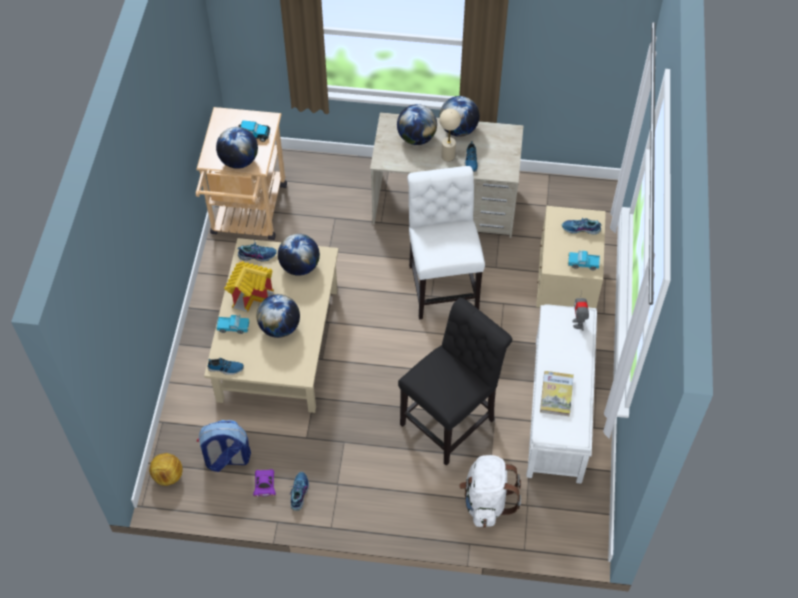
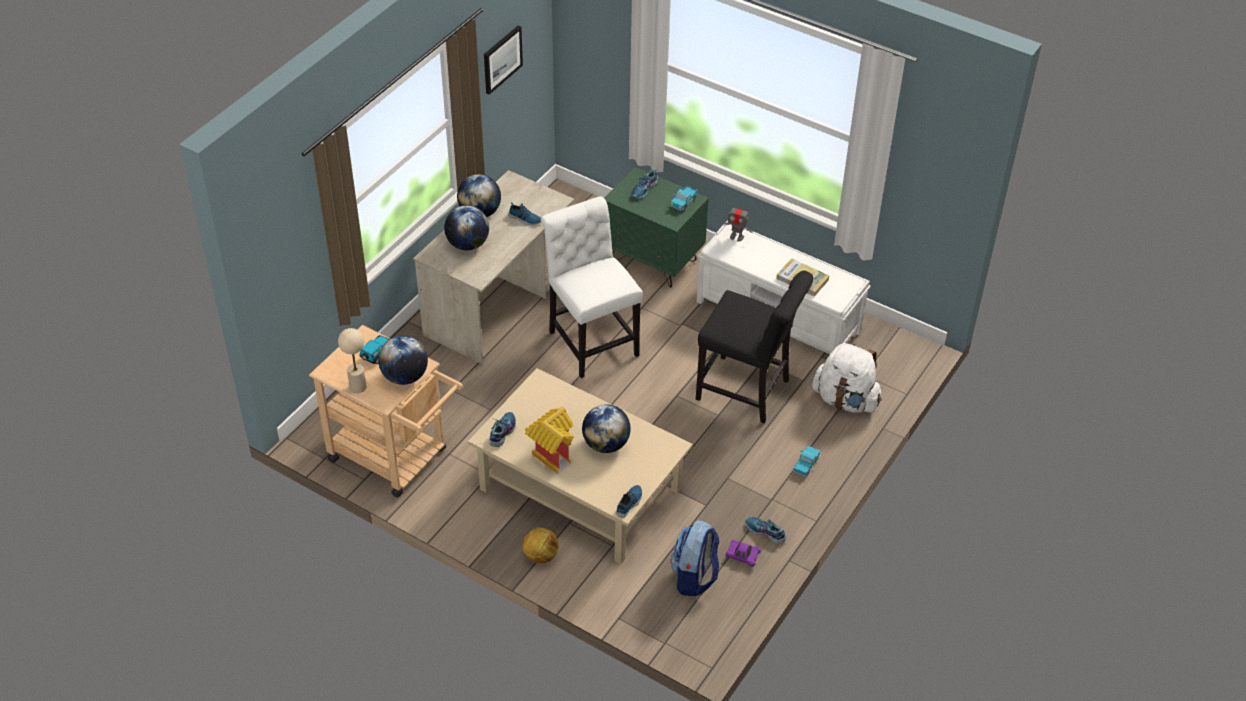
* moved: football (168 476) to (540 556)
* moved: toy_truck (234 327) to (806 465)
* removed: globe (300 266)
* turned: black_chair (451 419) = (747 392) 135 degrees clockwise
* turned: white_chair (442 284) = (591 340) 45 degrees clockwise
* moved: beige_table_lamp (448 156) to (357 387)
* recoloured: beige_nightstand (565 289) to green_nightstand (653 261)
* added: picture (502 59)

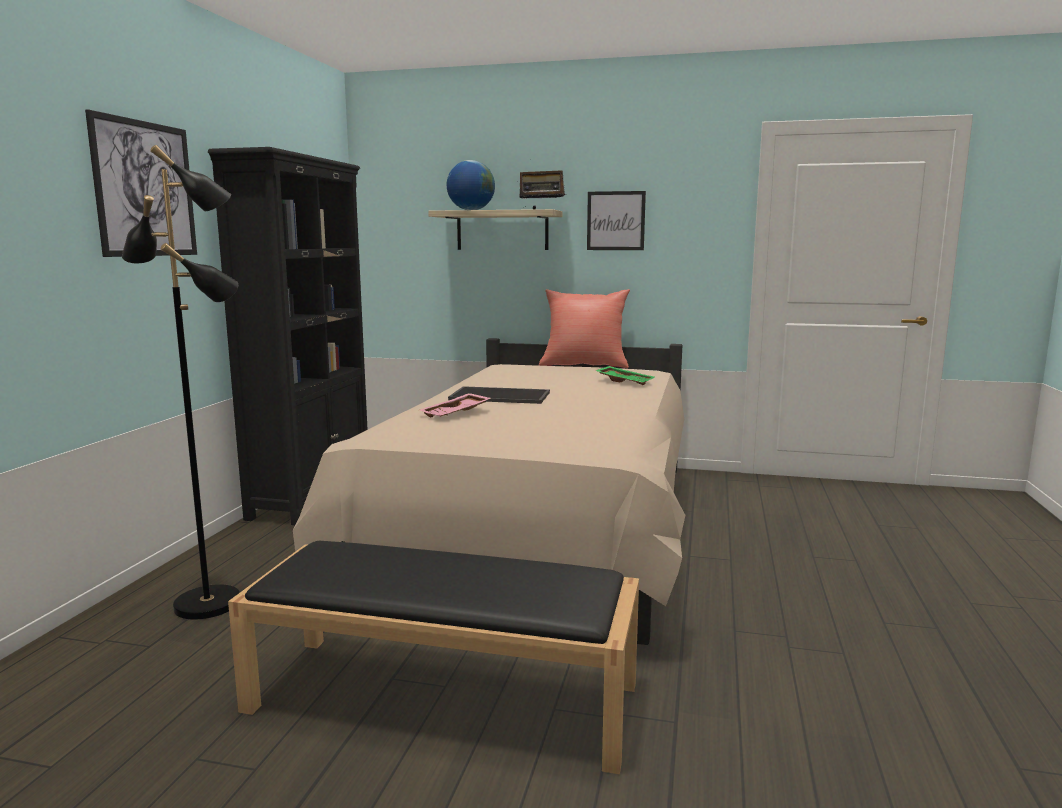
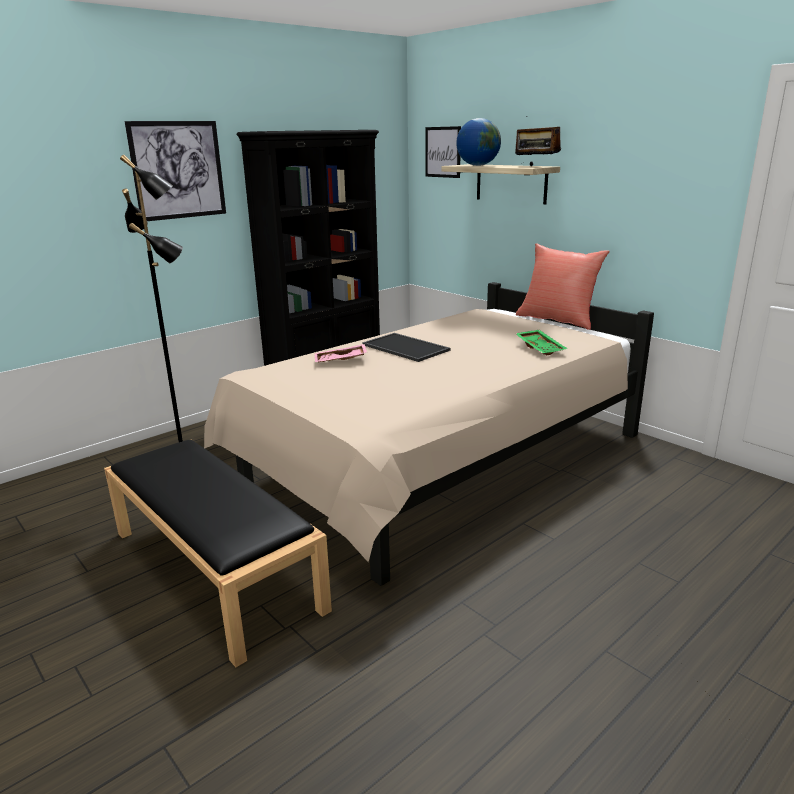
* moved: picture (615 221) to (443 152)

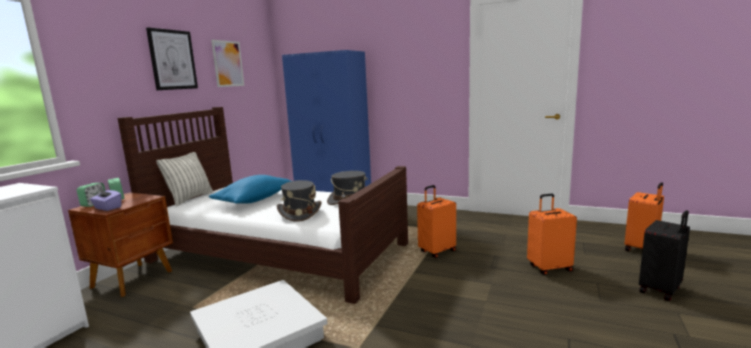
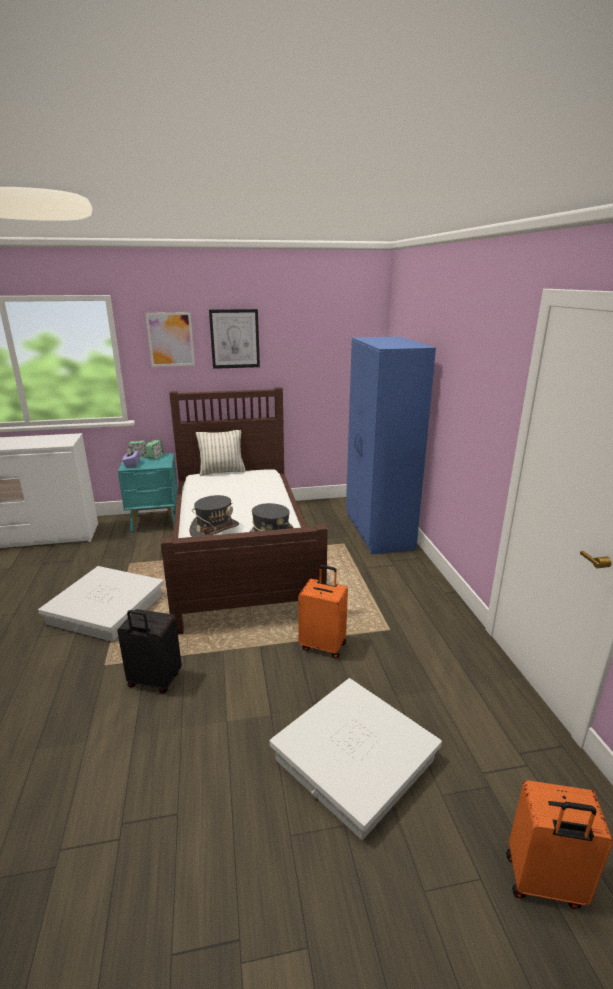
* recoloured: brown_nightstand (134 279) to turquoise_nightstand (156 521)
* removed: blue_pillow (254 200)
* moved: picture (228 63) to (170 339)
* replaced: orange_suitcase (549 268) to white_storage_box (355 760)
* moved: black_suitcase (661 290) to (154 681)

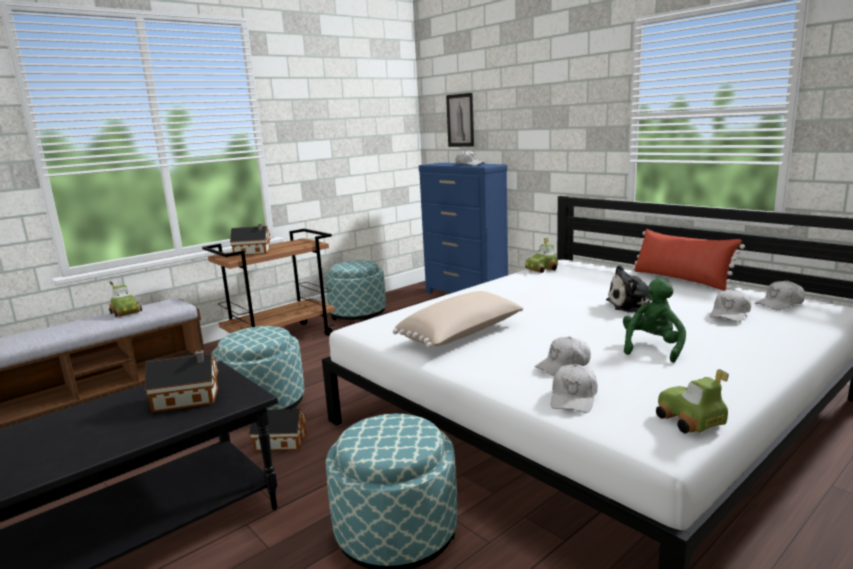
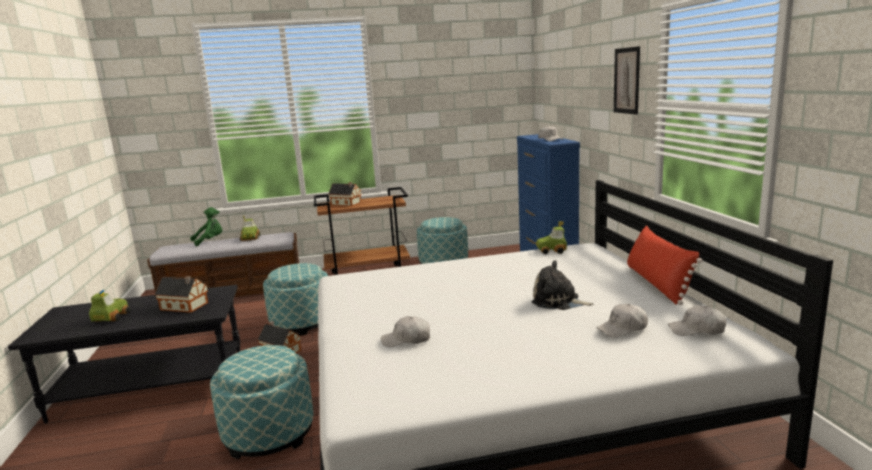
* removed: beige_pillow (462 335)
* moved: picture (460 120) to (627 80)
* removed: white_cap (573 398)
* moved: green_plush_toy (652 348) to (210 241)
* moved: toy_car (689 421) to (110 317)

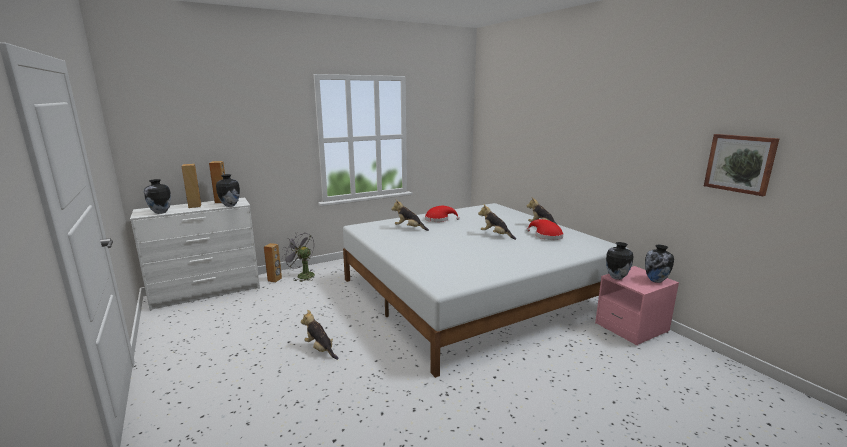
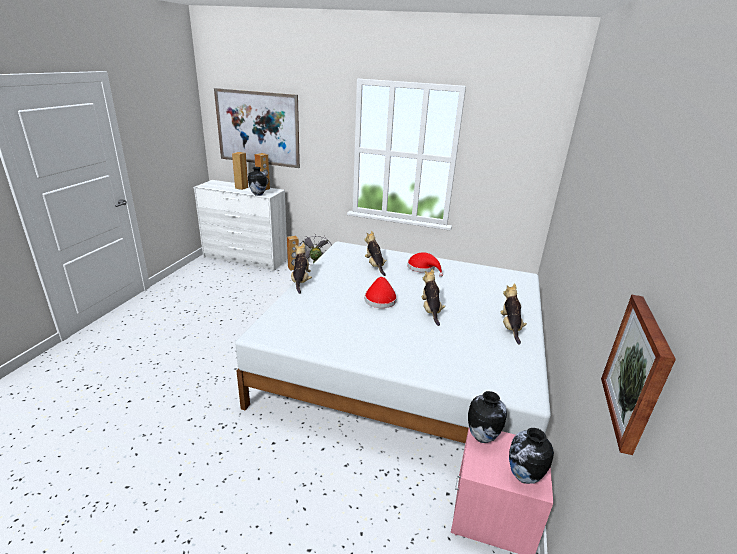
* removed: vase (160 212)
* moved: plush_toy (320 349) to (301 281)
* moved: red_hat (546 236) to (380 299)
* added: picture (257 128)

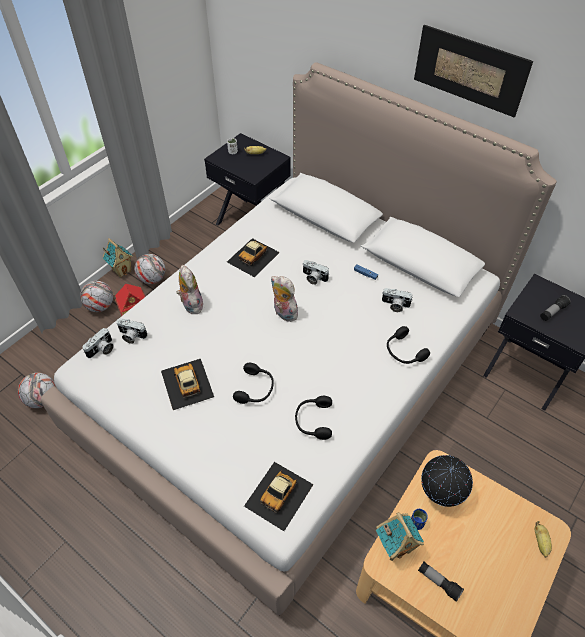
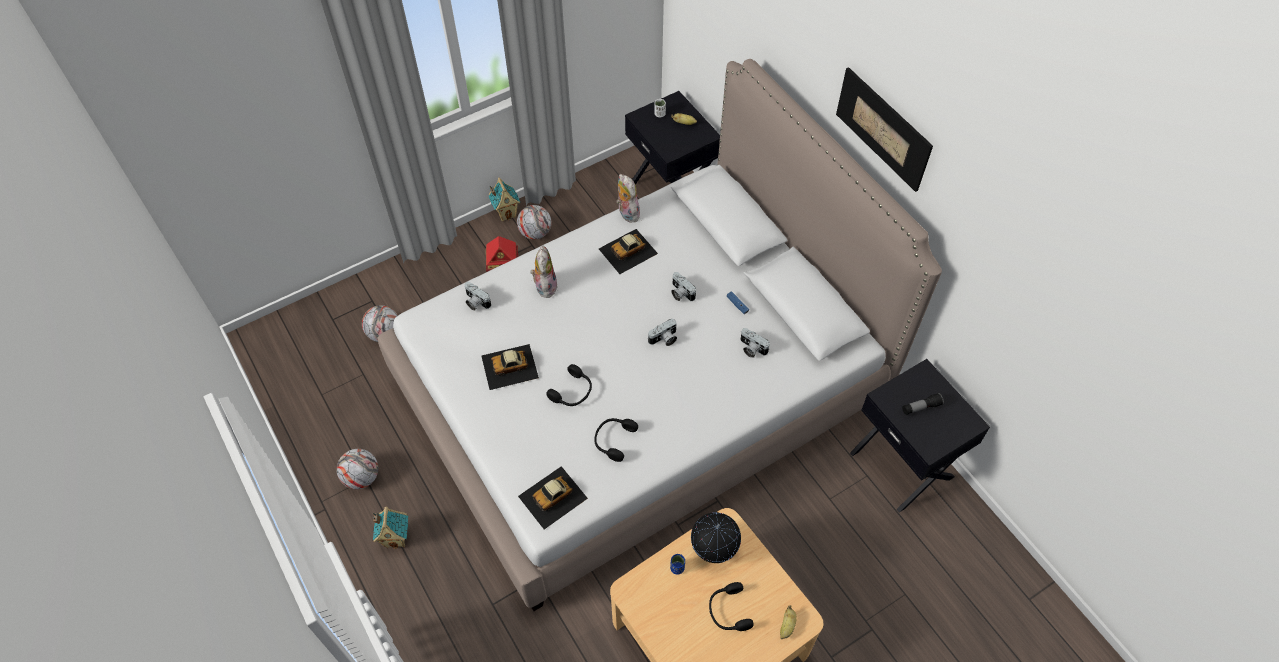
* moved: football (100 306) to (362 477)
* moved: photo_camera (102 350) to (664 339)
* turned: toy_car (187 384) = (510 366) 105 degrees counterclockwise
* moved: plush_toy (283 313) to (627 213)
* moved: toy_house (395 546) to (396 538)
* moved: black_headphones (403 352) to (728 611)
* removed: flashlight (438 582)

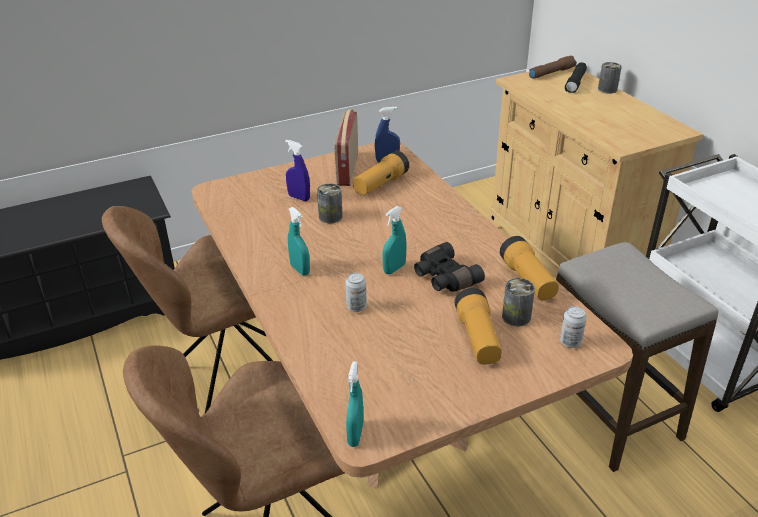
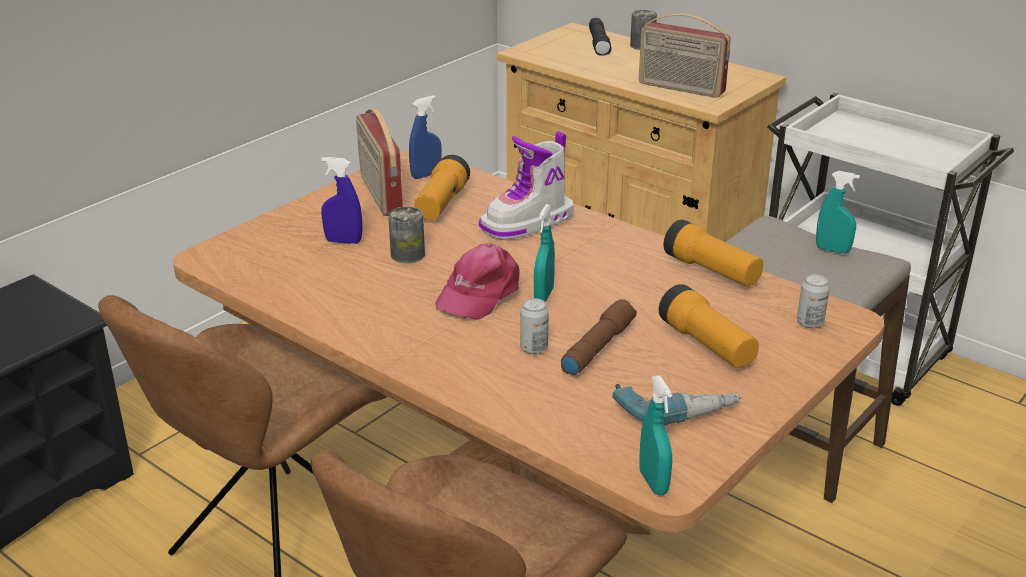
* moved: turquoise_spray_bottle (300 270) to (832 250)
* removed: black_binoculars (444 278)
* removed: can (516 317)
* moved: brown_flashlight (551 73) to (597 347)
* added: pink_cap (479 293)
* added: boot (528 223)
* added: power_drill (675 407)
* added: radio (680 89)

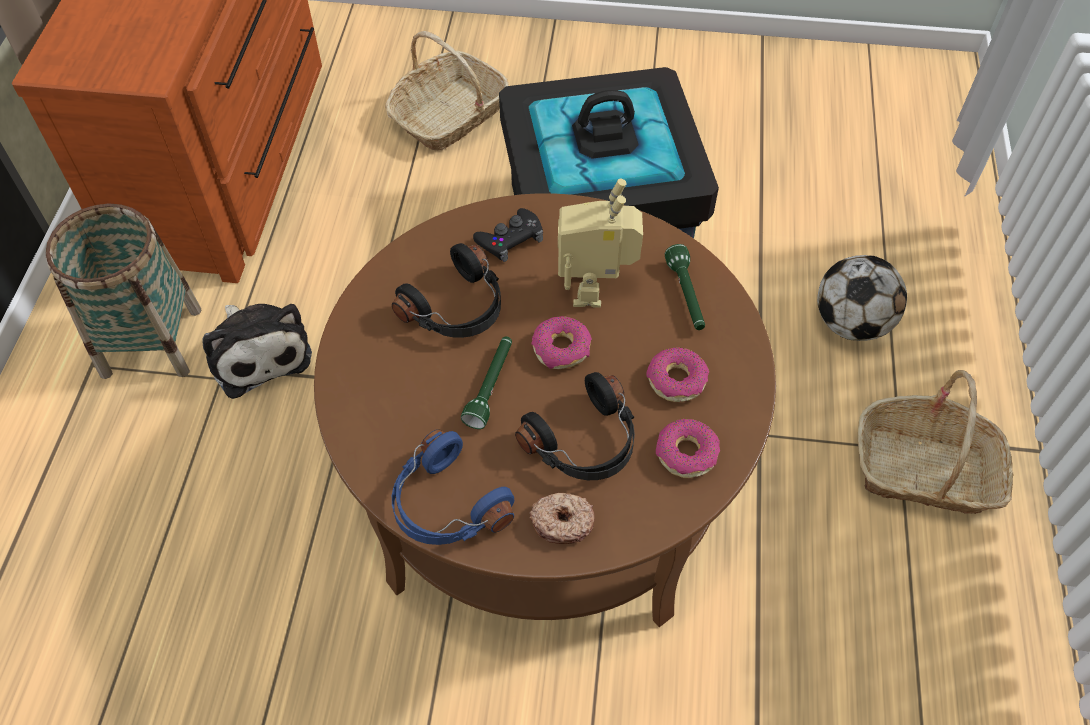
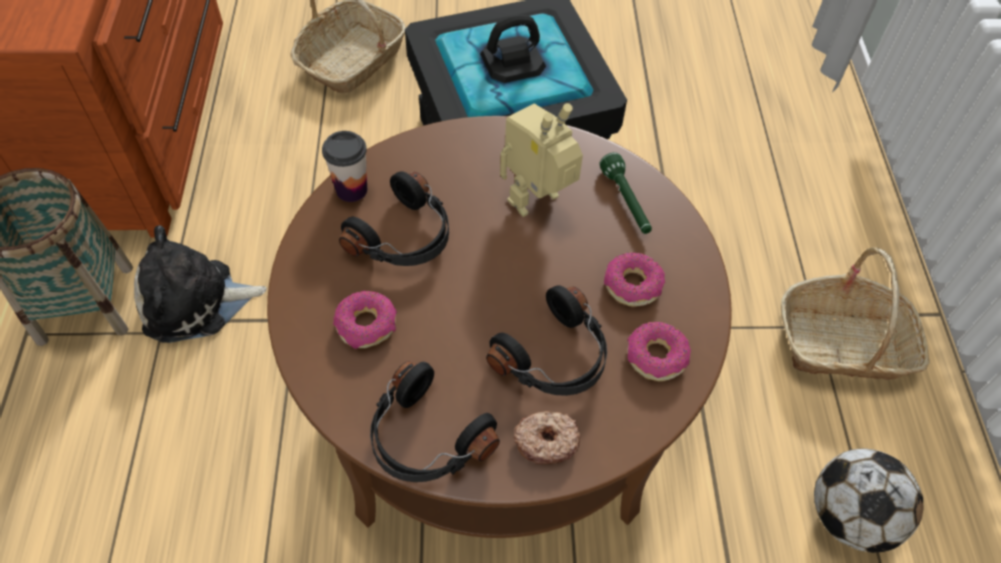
* turned: plush_toy (258 351) = (196 302) 120 degrees clockwise
* recoloured: blue_headphones (446 506) to black_headphones (425 439)
* removed: green_flashlight (491 386)
* removed: black_game_controller (510 239)
* moved: donut (562 349) to (367 325)
* turned: toy_robot (596 289) = (538 204) 60 degrees clockwise
* moved: football (851 323) to (849 516)
* added: cup (351 190)

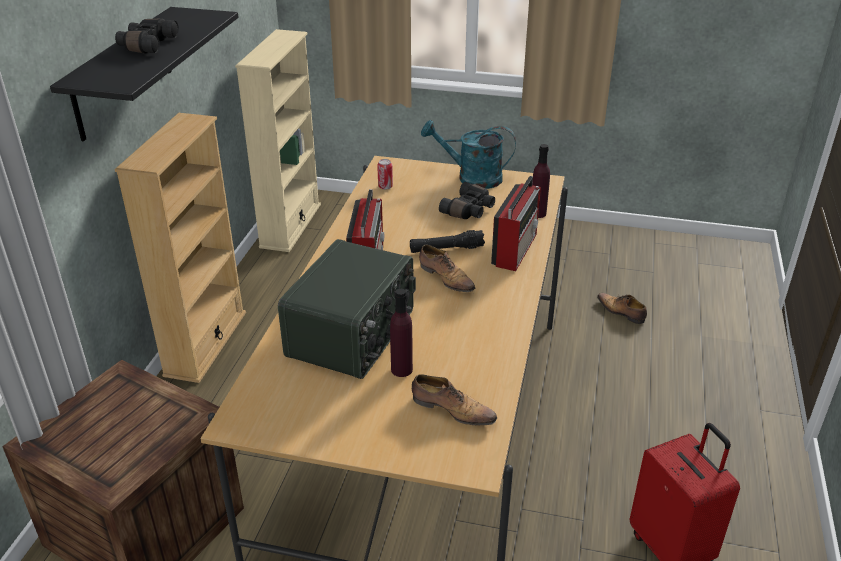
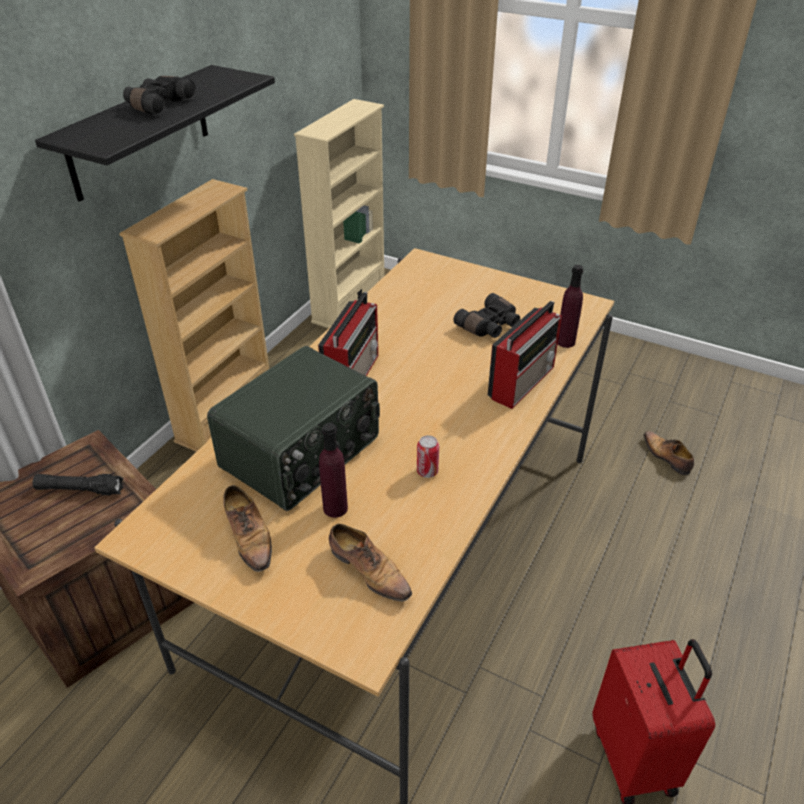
* moved: can (385 187) to (427 471)
* moved: black_flashlight (446 249) to (80 490)
* moved: shoe (446 278) to (249 536)
* removed: turquoise_watering_can (471 178)

